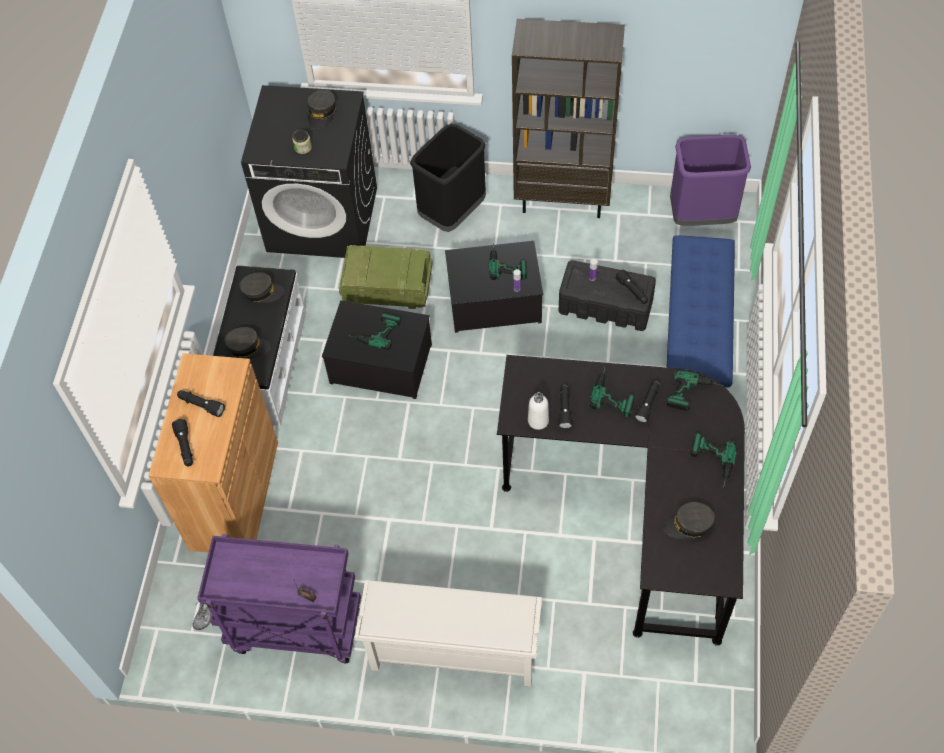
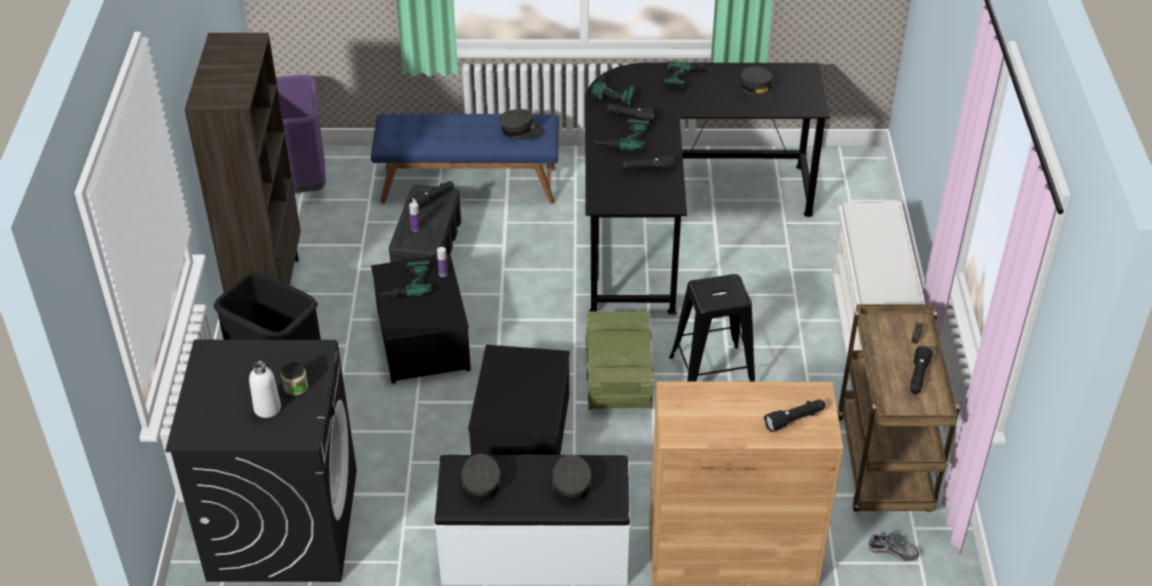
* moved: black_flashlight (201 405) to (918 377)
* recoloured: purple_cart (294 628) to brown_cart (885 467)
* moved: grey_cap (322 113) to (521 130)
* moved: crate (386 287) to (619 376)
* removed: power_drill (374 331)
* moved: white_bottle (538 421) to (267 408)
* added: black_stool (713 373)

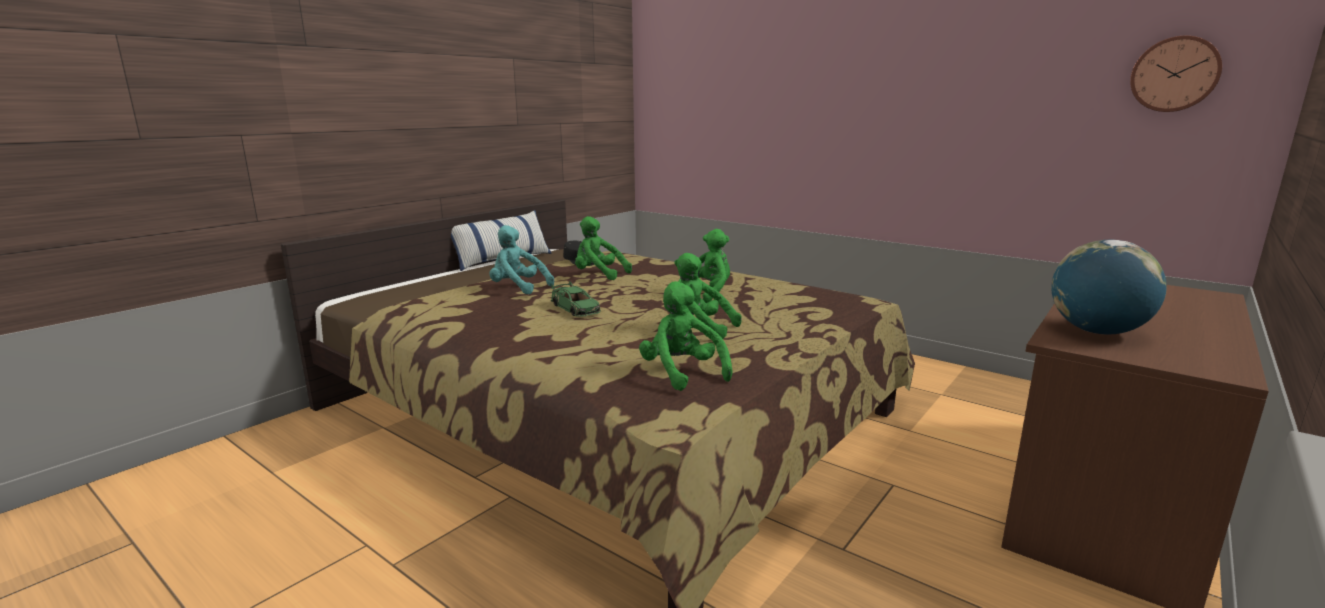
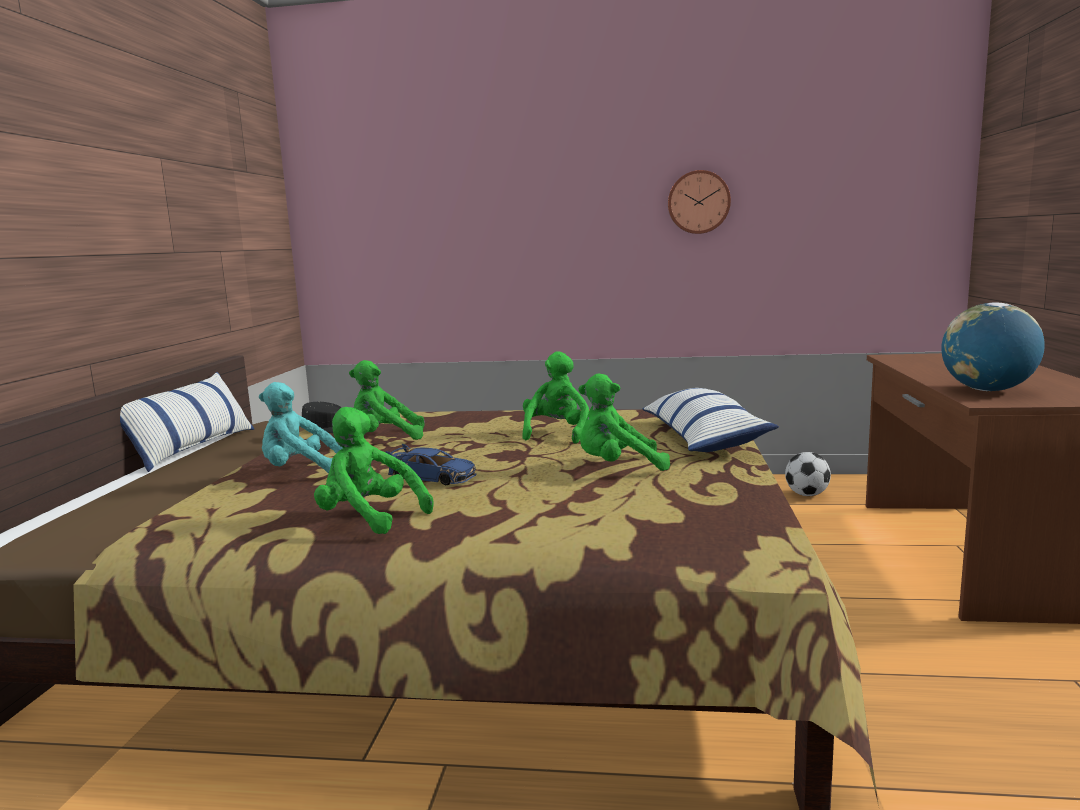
* recoloured: green_toy_car (575 309) to blue_toy_car (432 477)
* moved: green_plush_toy (682 373) to (369 518)
* moved: wall_clock (1174 74) to (698 202)
* added: pillow (702 437)
* added: football (806 494)

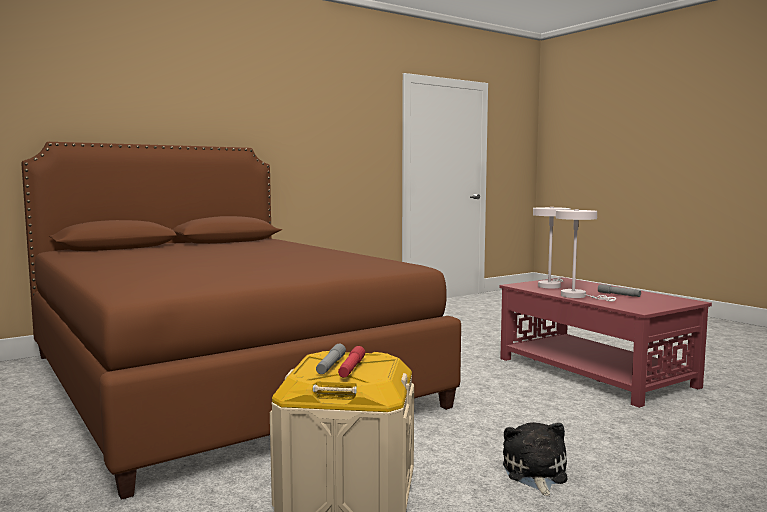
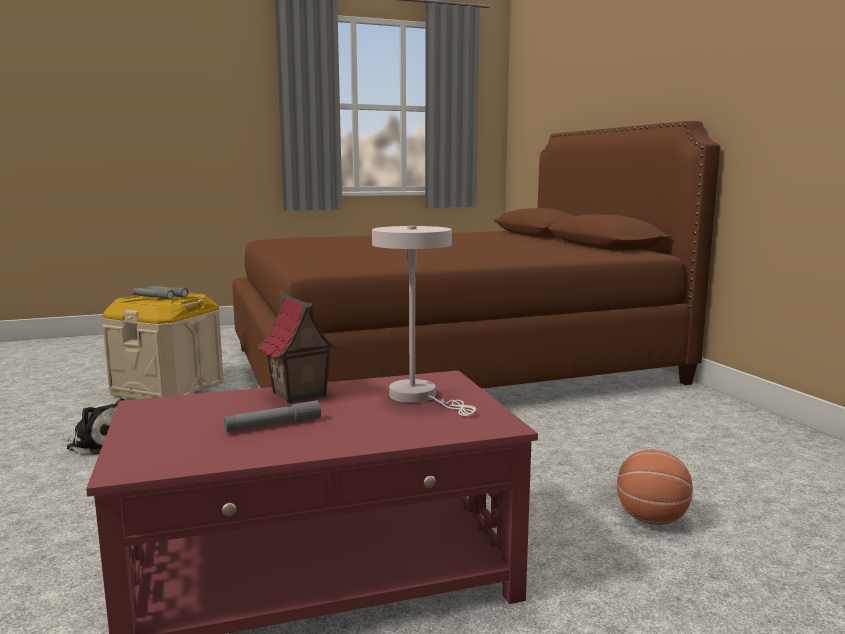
* recoloured: red_flashlight (351 368) to grey_flashlight (153 297)
* replaced: white_table_lamp (578 296) to toy_house (298 394)
* added: basketball (652 519)

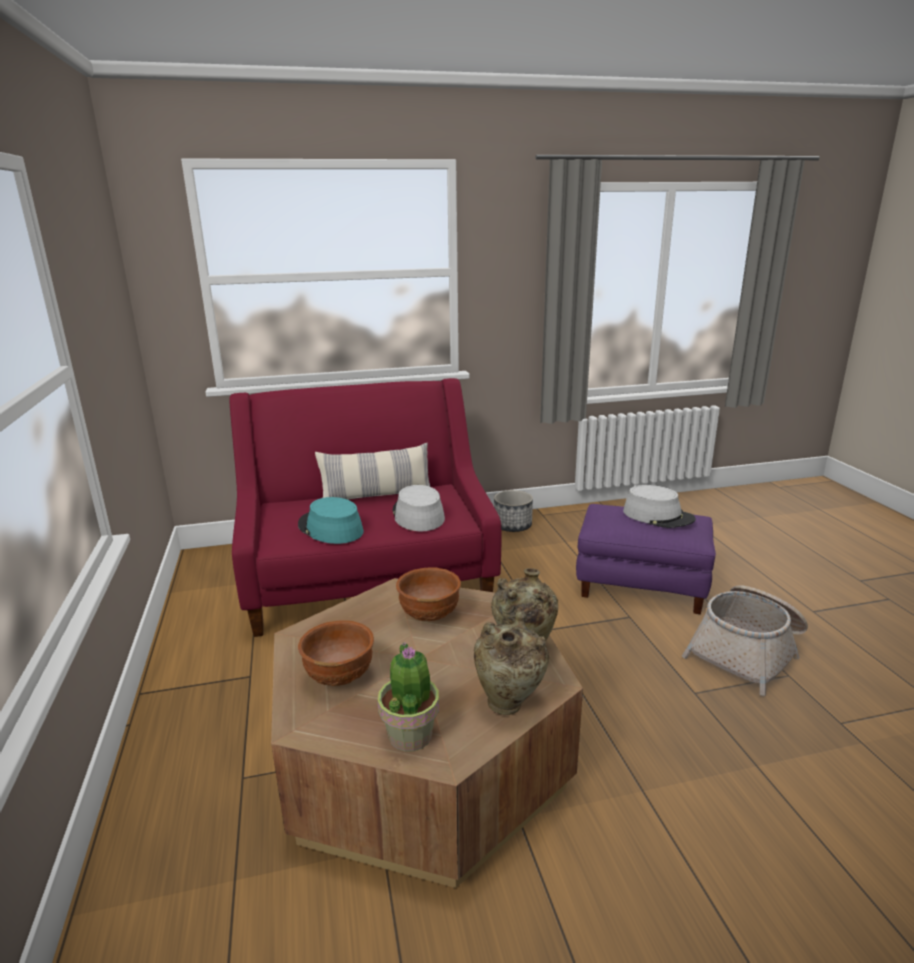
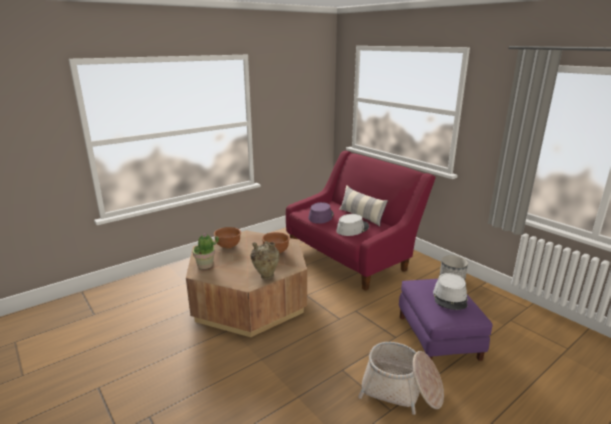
* recoloured: turquoise_hat (330 528) to purple_hat (321 216)
* removed: beige_vase (509 703)

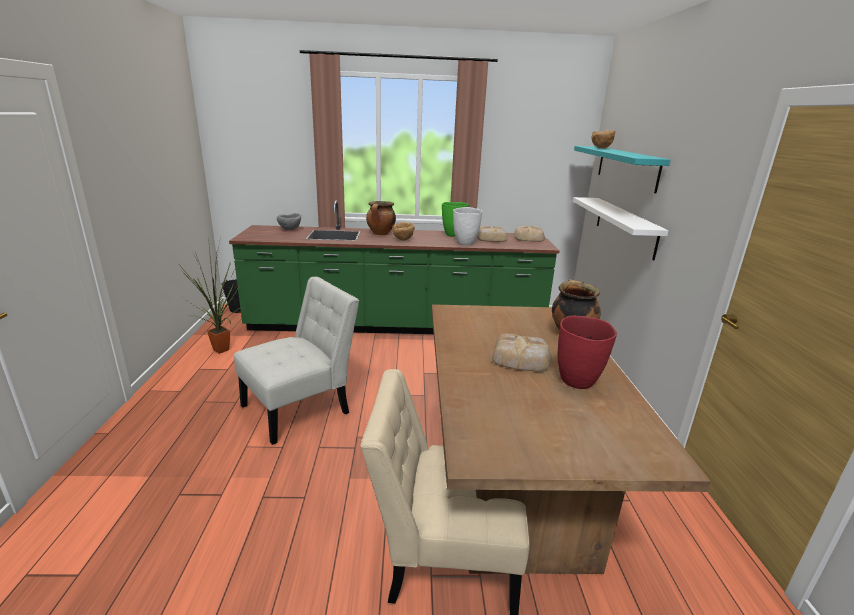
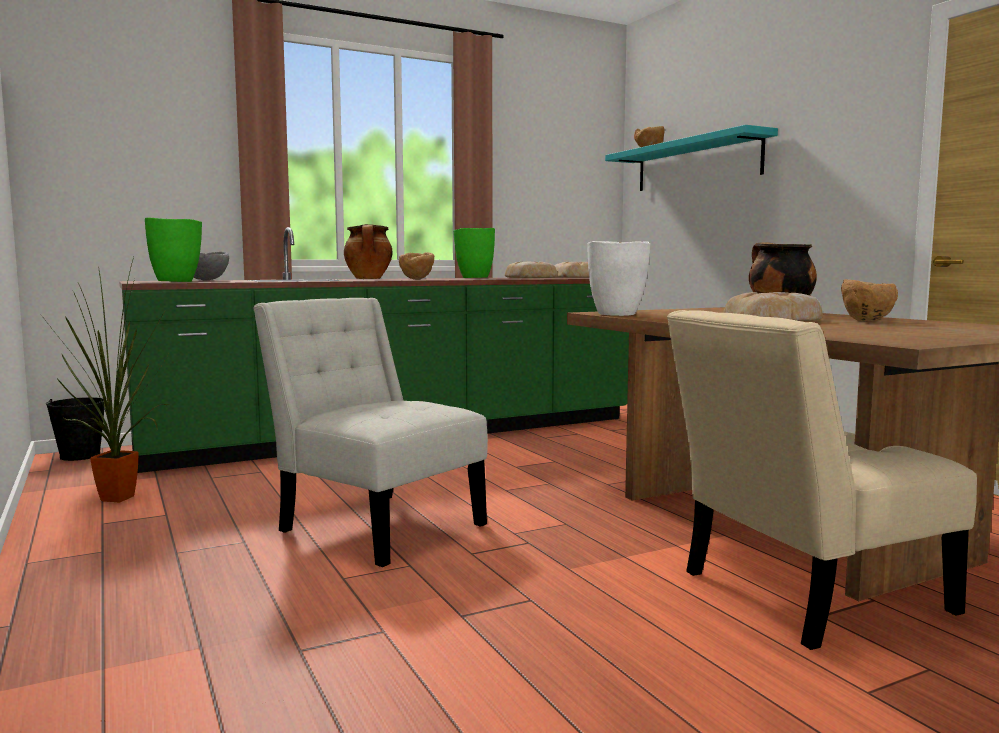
* turned: white_chair (301 407) = (376 525) 75 degrees counterclockwise
* moved: white_vase (465 243) to (617 314)
* replaced: red_vase (578 381) to brown_bowl (867 321)
* removed: white_shelf (625 226)
* added: green_vase (176 281)

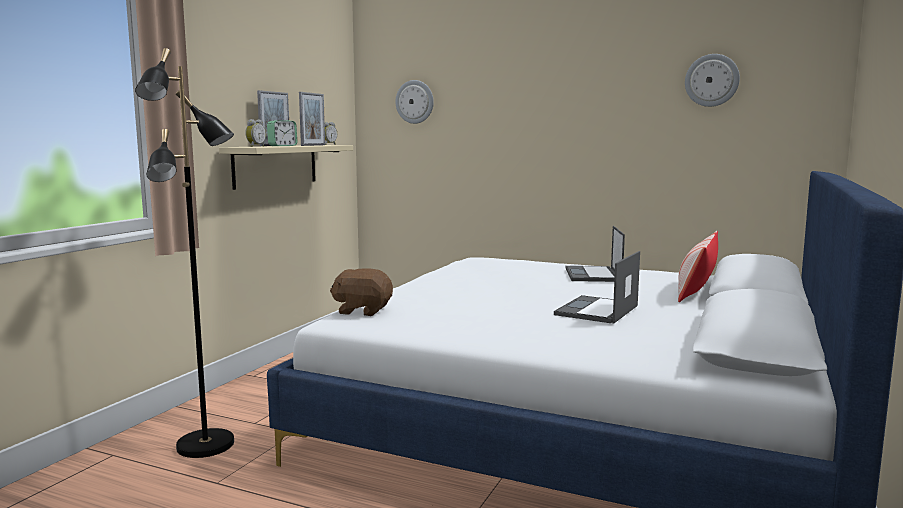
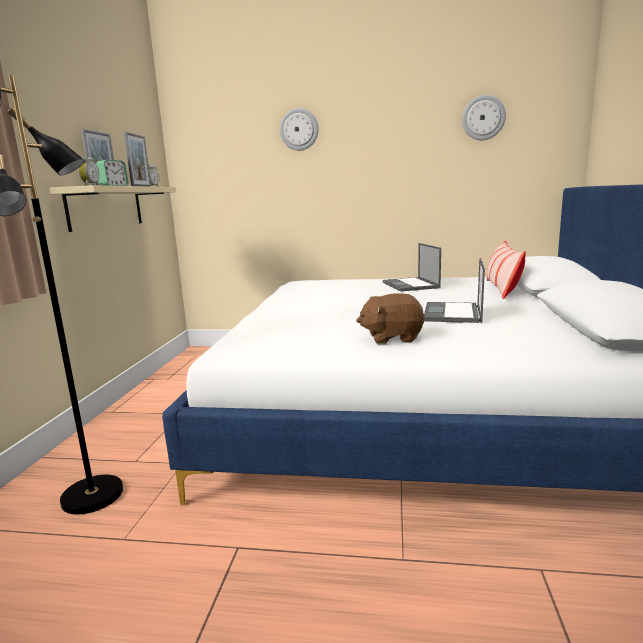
* moved: brown_plush_toy (363 311) to (391 338)
* moved: wall_clock (415 102) to (299 129)

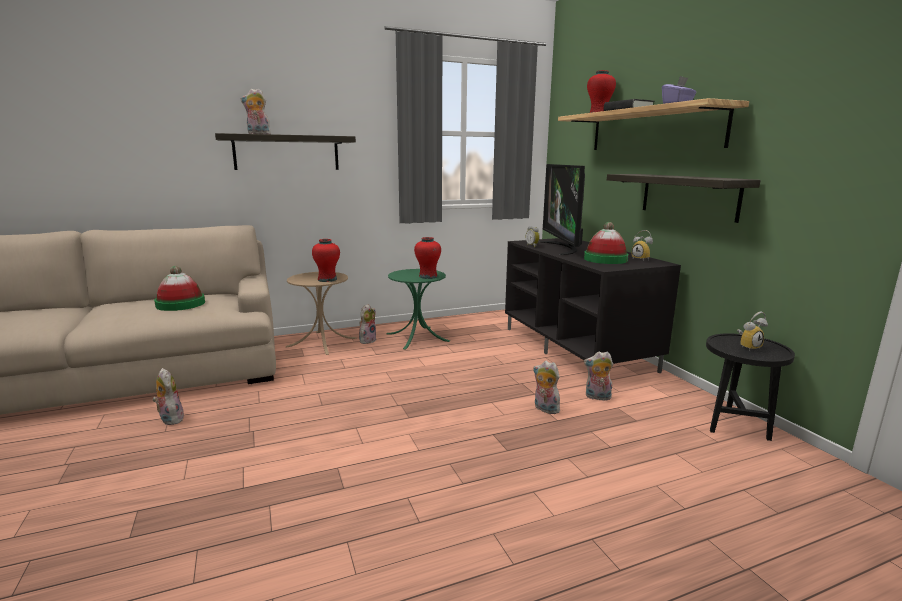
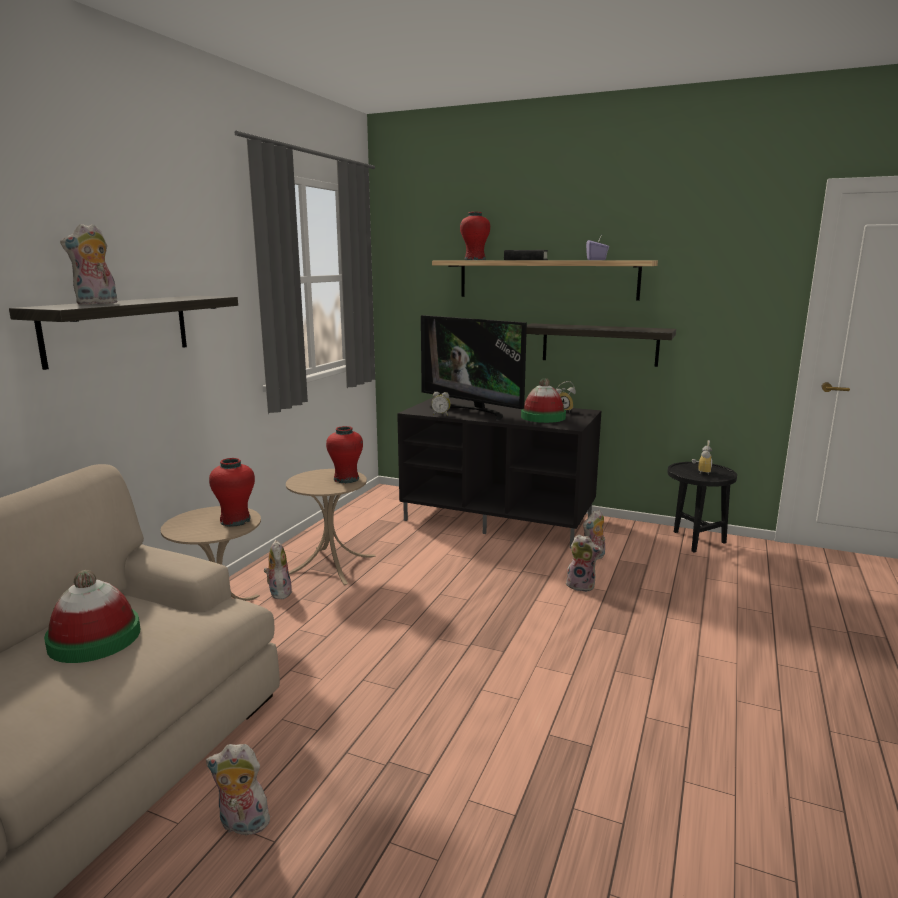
* recoloured: green_side_table (417 337) to beige_side_table (331 565)
* turned: plush_toy (544 409) = (581 586) 150 degrees counterclockwise

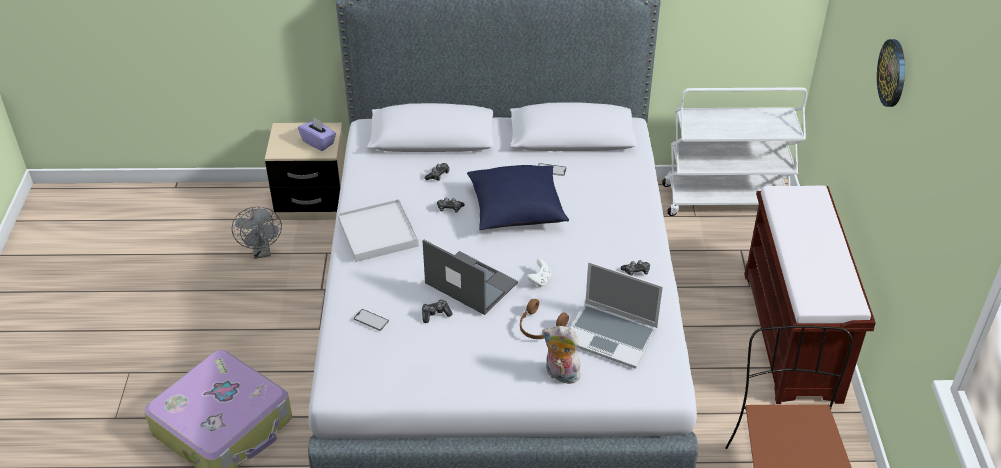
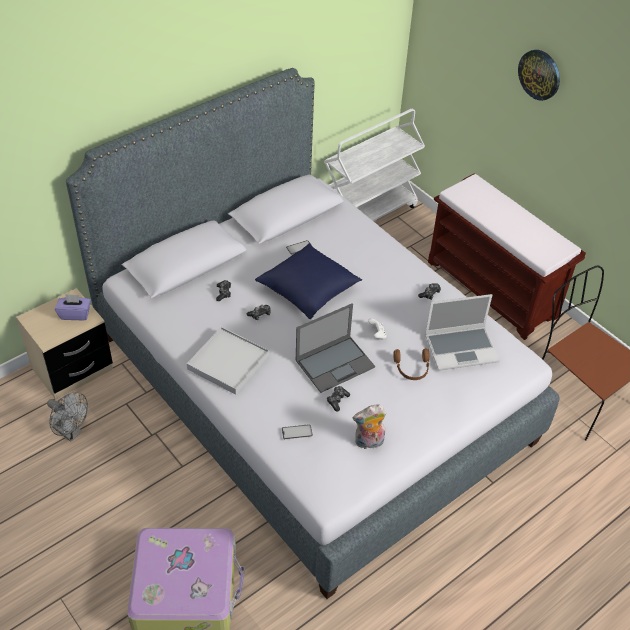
* turned: laptop (470 283) = (335 363) 150 degrees clockwise
* moved: plush_toy (560 375) to (368 443)

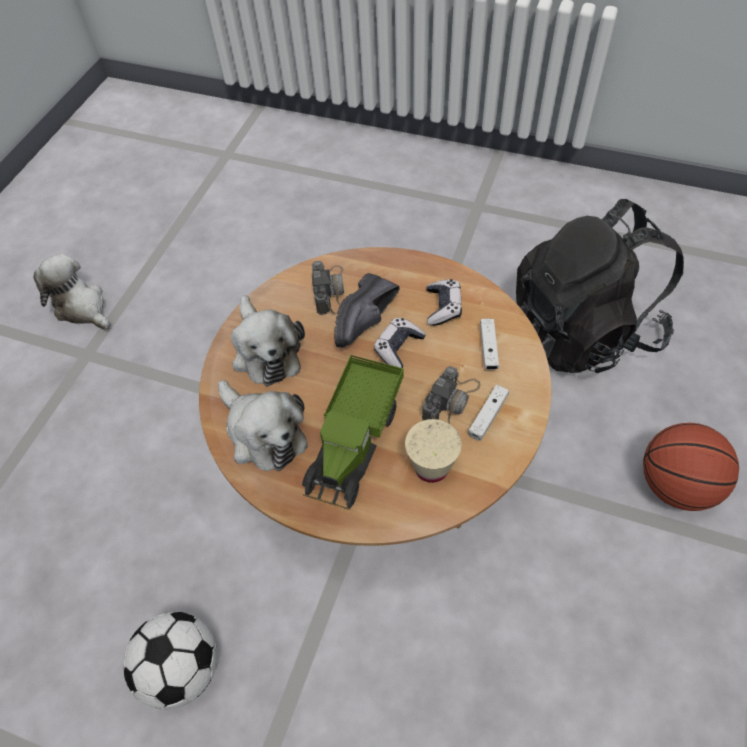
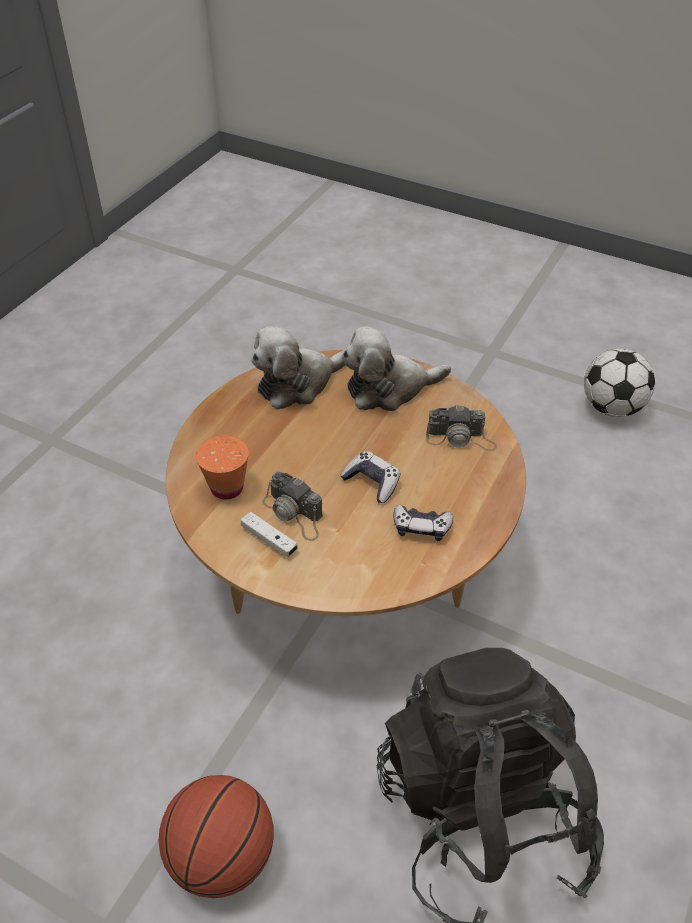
* removed: plush_toy (82 307)
* moved: football (183 668) to (611 408)
* removed: toy_truck (356 442)
* removed: black_shoe (368 321)
* recoloured: beige_cup (431 467) to orange_cup (227 488)
* removed: white_game_controller (488 348)

